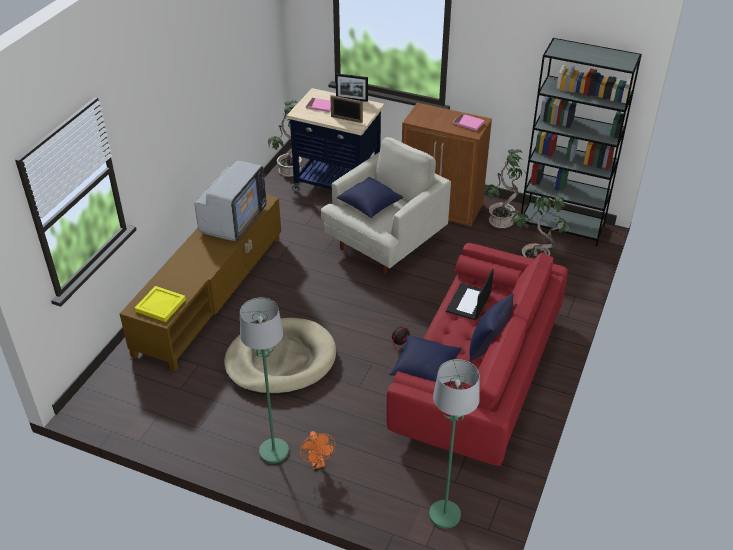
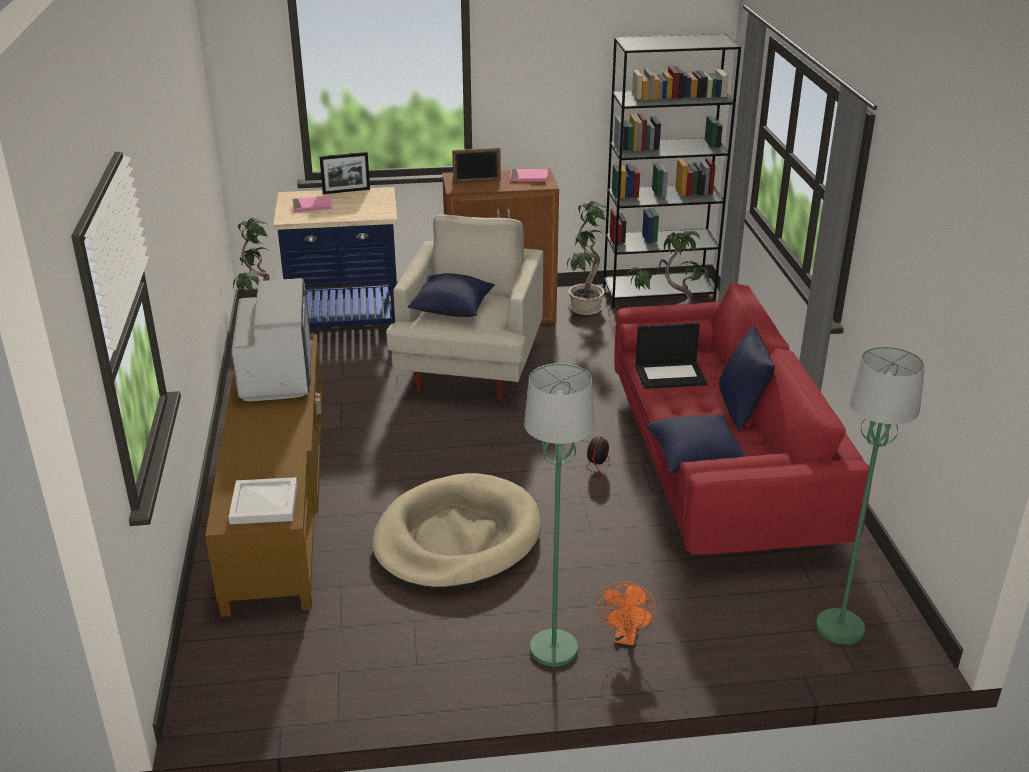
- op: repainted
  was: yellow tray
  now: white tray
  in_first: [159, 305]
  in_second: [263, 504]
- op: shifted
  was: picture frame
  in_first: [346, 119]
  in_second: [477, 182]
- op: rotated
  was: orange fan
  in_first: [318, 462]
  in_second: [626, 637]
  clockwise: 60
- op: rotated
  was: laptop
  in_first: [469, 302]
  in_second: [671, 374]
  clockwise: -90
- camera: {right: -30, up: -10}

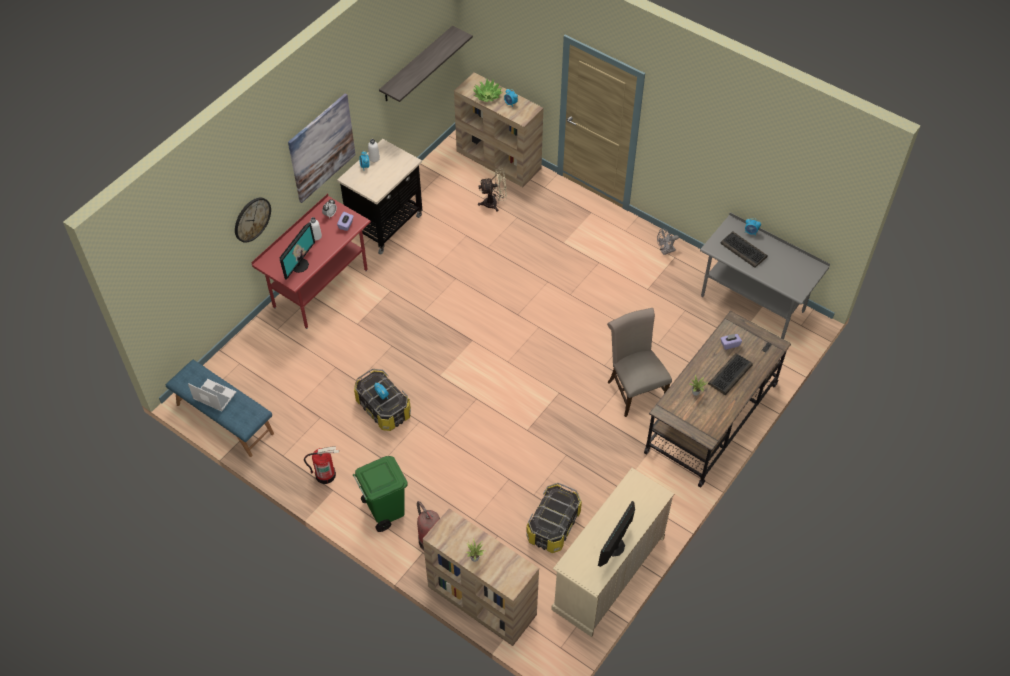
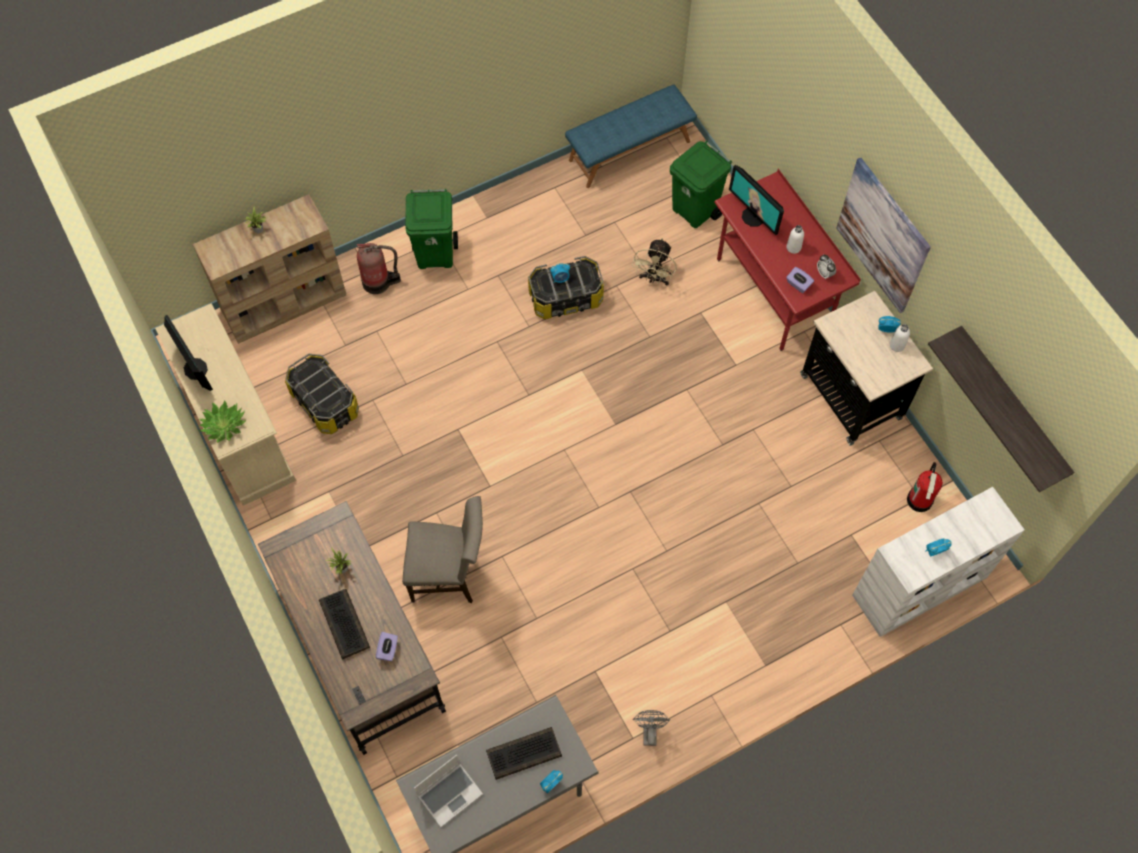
- op: shifted
  was: potted plant
  in_first: [487, 95]
  in_second: [224, 425]
- op: shifted
  was: laptop
  in_first: [214, 396]
  in_second: [450, 793]
- op: shifted
  was: beige fan
  in_first: [494, 203]
  in_second: [654, 278]
- op: new
  now: green trash can
  in_second: [695, 211]
- op: repainted
  was: brown bookcase
  now: white bookcase
  in_first: [499, 159]
  in_second: [920, 587]
- op: shifted
  was: fire extinguisher
  in_first: [325, 474]
  in_second: [920, 500]
- op: gone
  was: wall clock
  in_first: [252, 219]
- camera: {right: 115, up: 10}

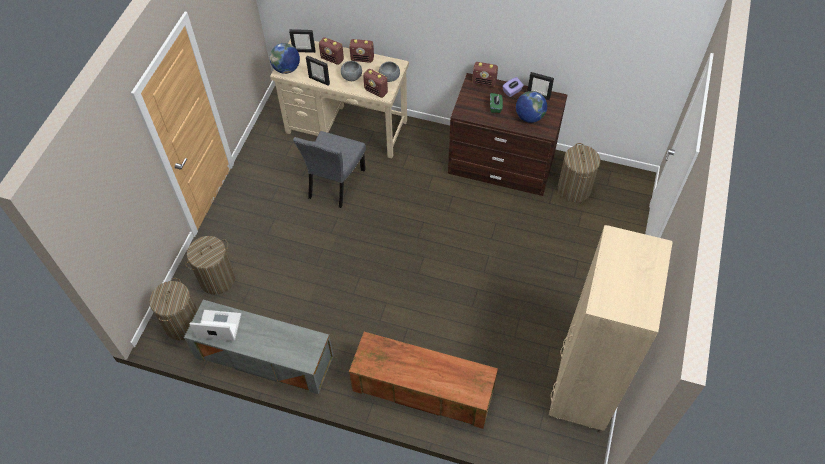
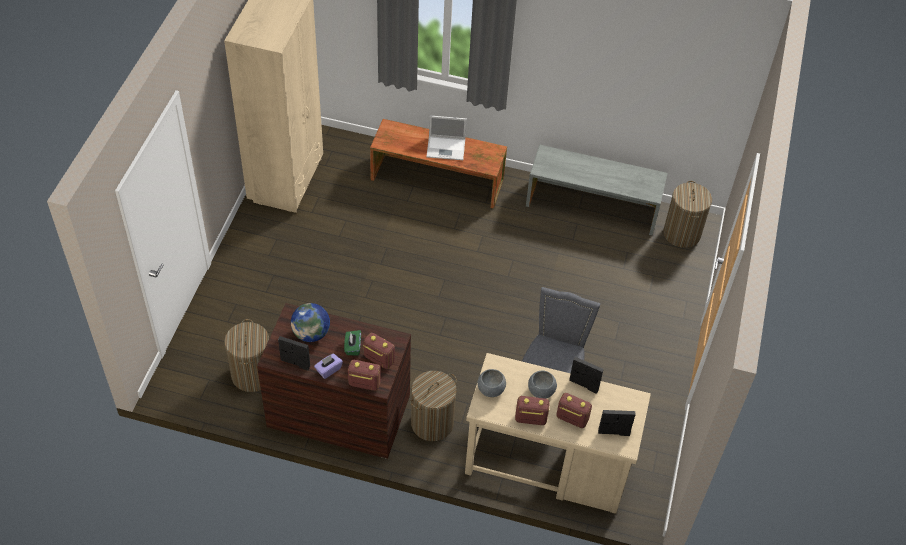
- op: shifted
  was: radio
  in_first: [376, 91]
  in_second: [378, 359]
- op: shifted
  was: laundry basket
  in_first: [217, 279]
  in_second: [432, 423]
- op: shifted
  was: laptop
  in_first: [218, 326]
  in_second: [446, 148]
- op: gone
  was: globe
  in_first: [286, 69]
- camera: {right: 175, up: -5}

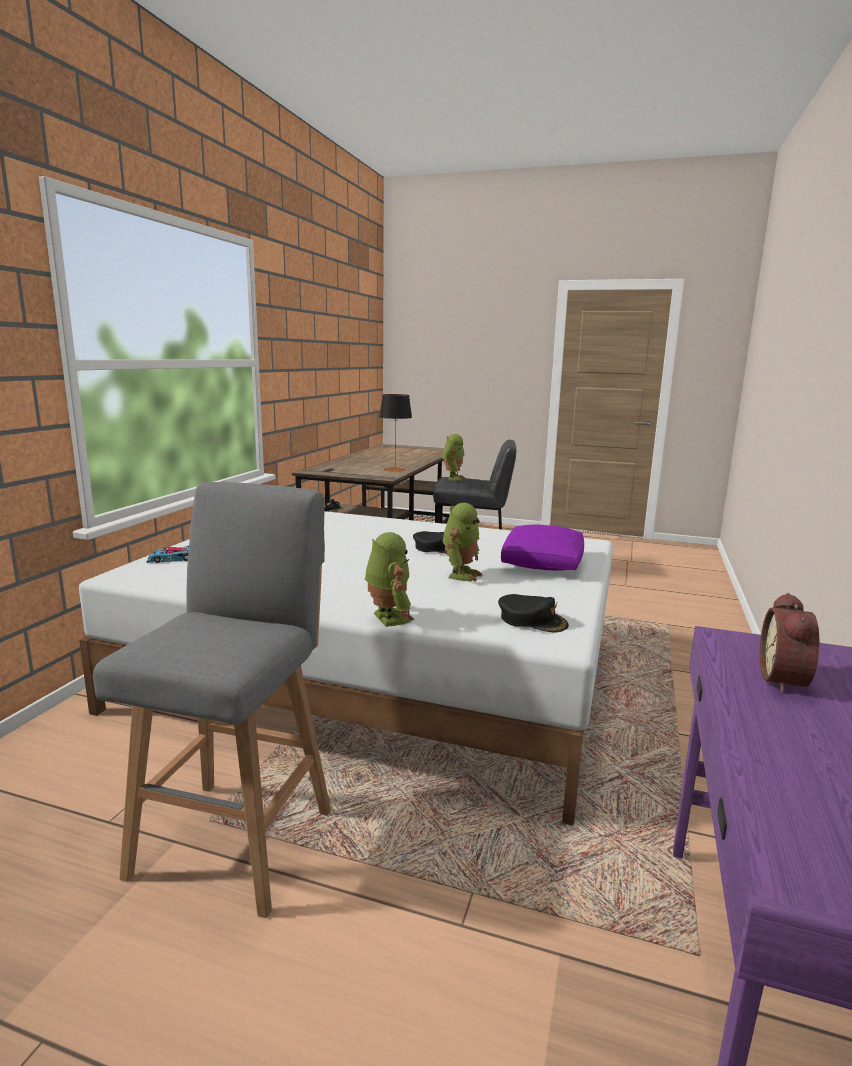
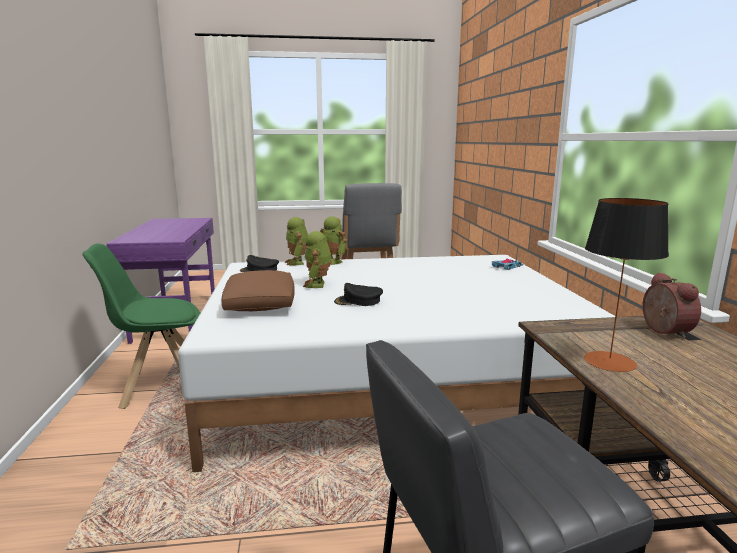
- op: new
  now: green chair
  in_second: [159, 387]
- op: repainted
  was: purple pillow
  now: brown pillow
  in_first: [542, 562]
  in_second: [260, 304]
- op: shifted
  was: toy robot
  in_first: [453, 478]
  in_second: [297, 262]
- op: shifted
  was: alarm clock
  in_first: [787, 681]
  in_second: [663, 331]
- camera: {right: 155, up: 0}

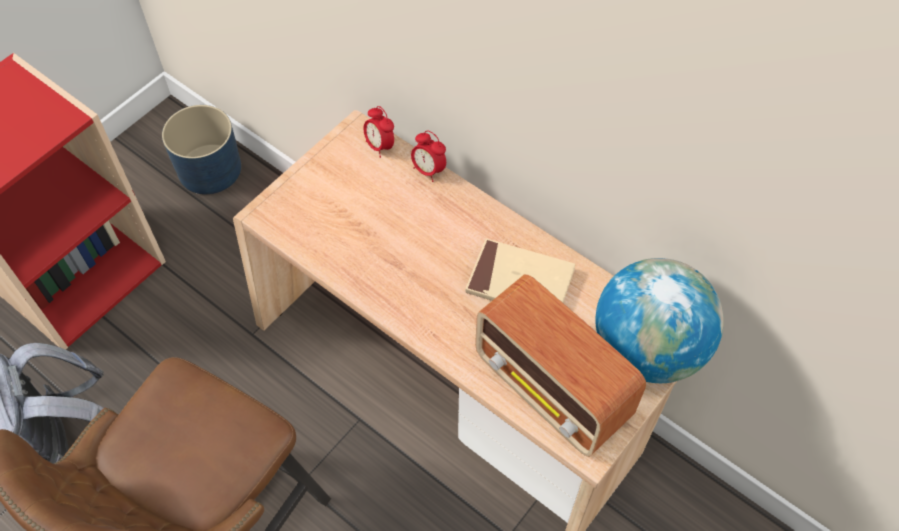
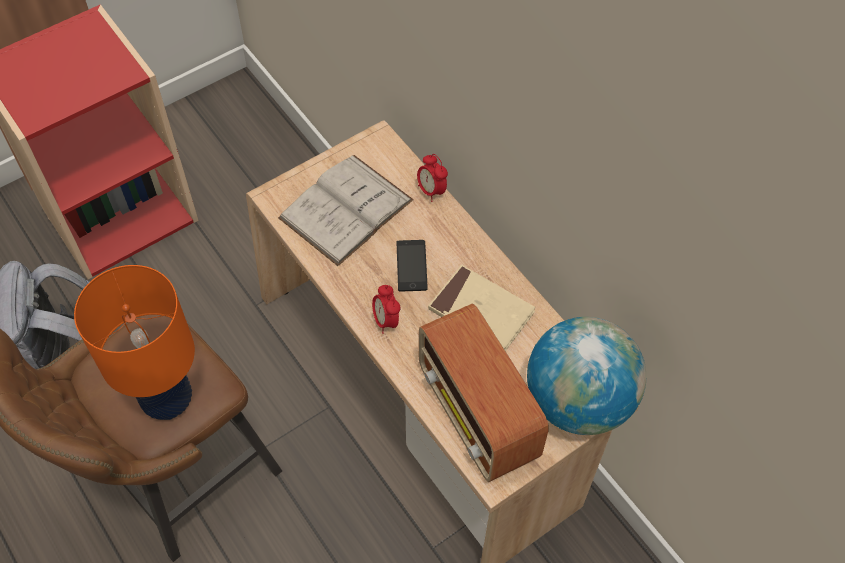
- op: new
  now: orange table lamp
  in_second: [167, 400]
- op: new
  now: white book
  in_second: [346, 209]
- op: shifted
  was: alarm clock
  in_first: [380, 146]
  in_second: [386, 320]
- op: new
  now: phone
  in_second: [411, 266]
- op: gone
  was: blue planter
  in_first: [210, 169]
- camera: {right: 15, up: 0}

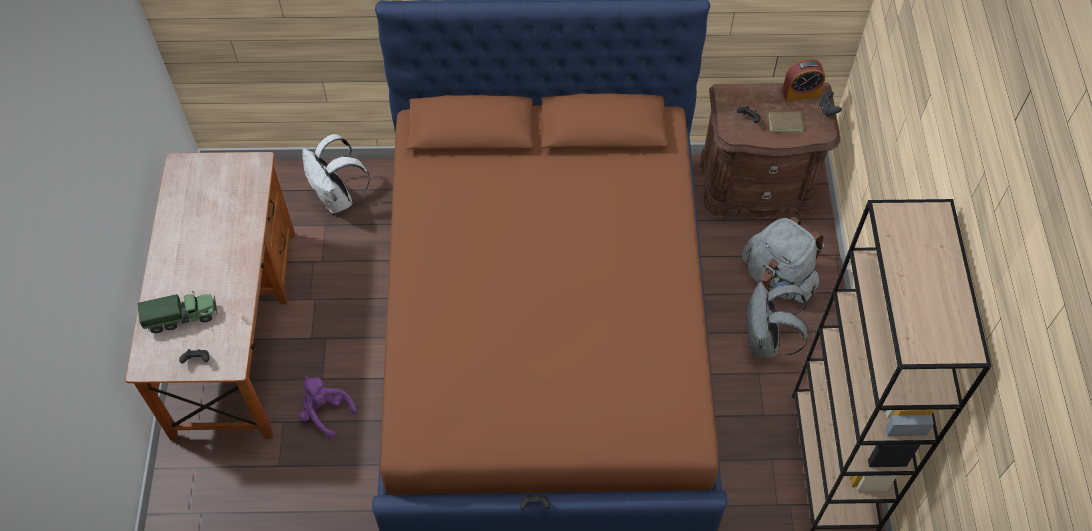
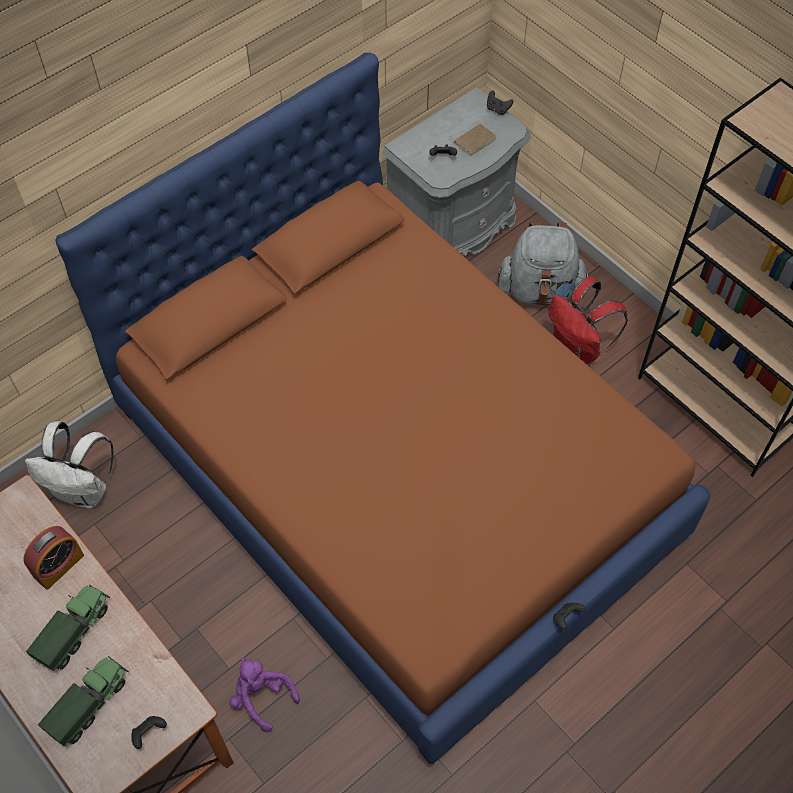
- op: shifted
  was: alarm clock
  in_first: [801, 93]
  in_second: [59, 566]
- op: new
  now: toy truck
  in_second: [74, 632]
- op: rotated
  was: purple plush toy
  in_first: [325, 412]
  in_second: [262, 697]
  clockwise: 45
- op: repainted
  was: brown nightstand
  now: grey nightstand
  in_first: [758, 189]
  in_second: [455, 227]
- op: repainted
  was: grey backpack
  now: red backpack
  in_first: [765, 342]
  in_second: [578, 349]
- camera: {right: -40, up: 0}

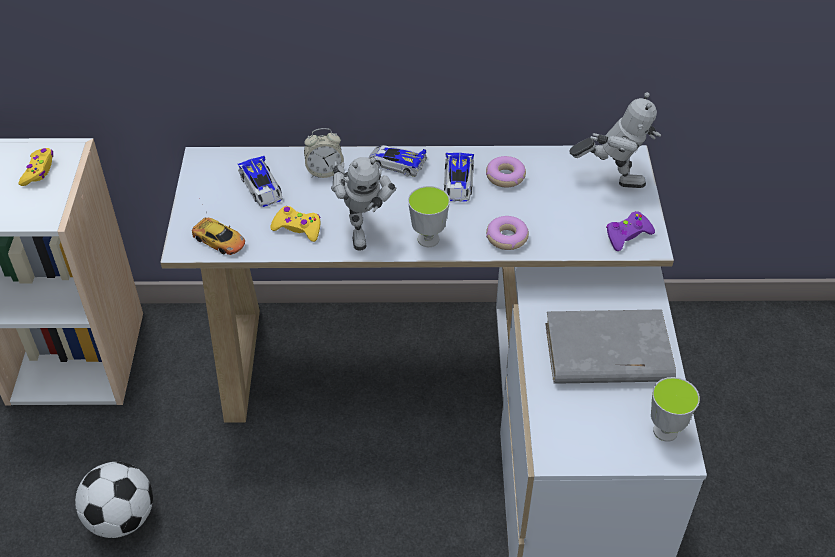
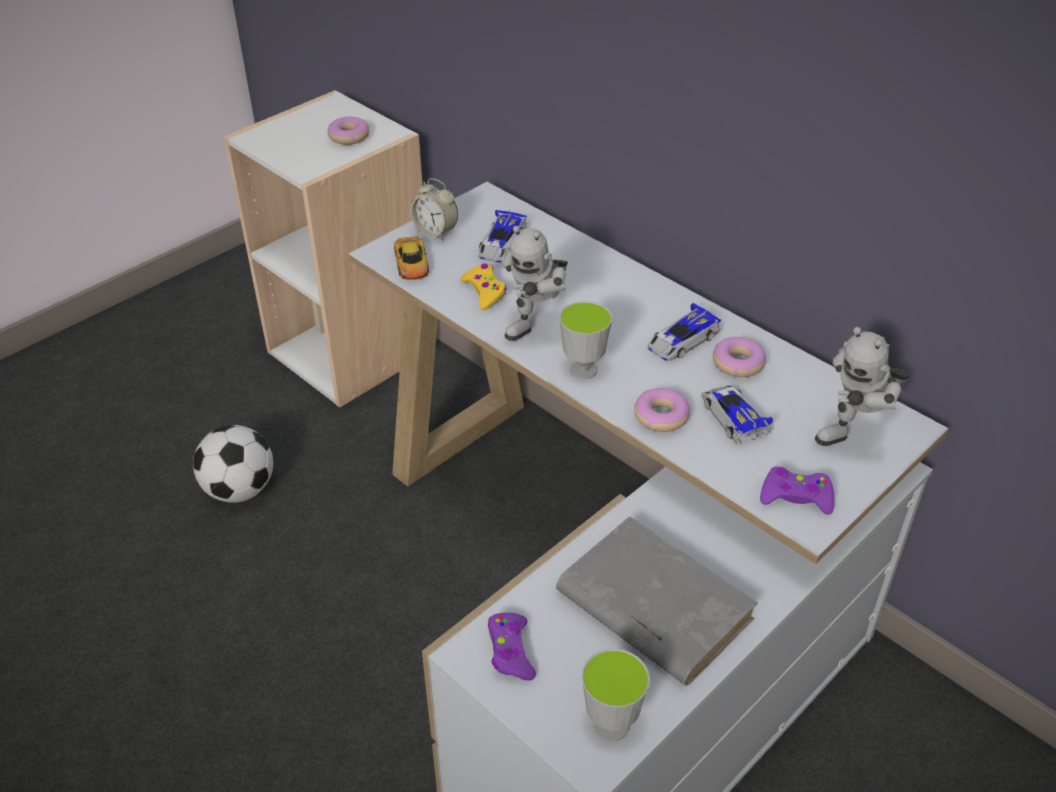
- op: swapped
  was: yellow game controller
  now: donut
  in_first: [38, 171]
  in_second: [349, 136]
- op: shifted
  was: alarm clock
  in_first: [324, 171]
  in_second: [435, 232]
- op: new
  now: purple game controller
  in_second: [510, 651]
- op: shifted
  was: toy car
  in_first: [396, 163]
  in_second: [733, 416]
- op: rotated
  was: toy robot
  in_first: [612, 178]
  in_second: [856, 434]
  clockwise: 90
- camera: {right: 45, up: -5}

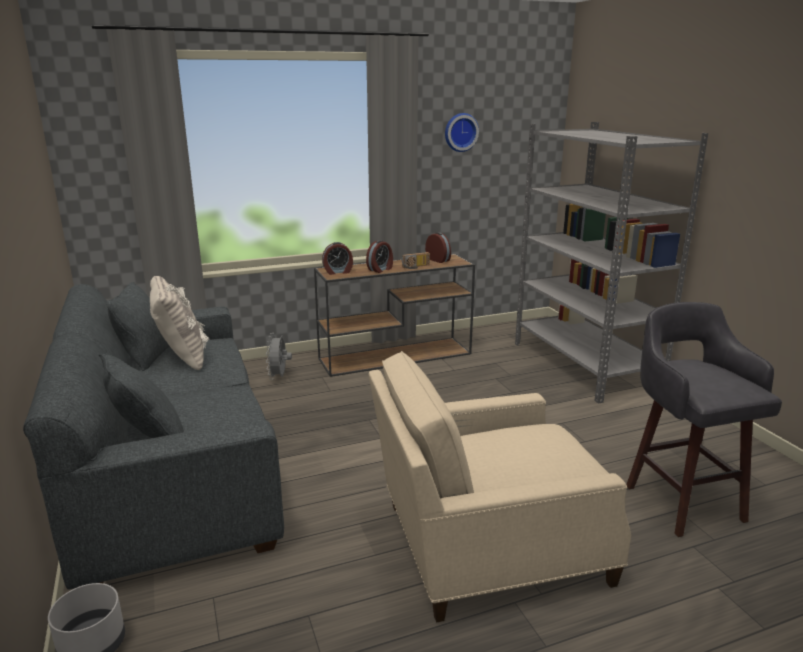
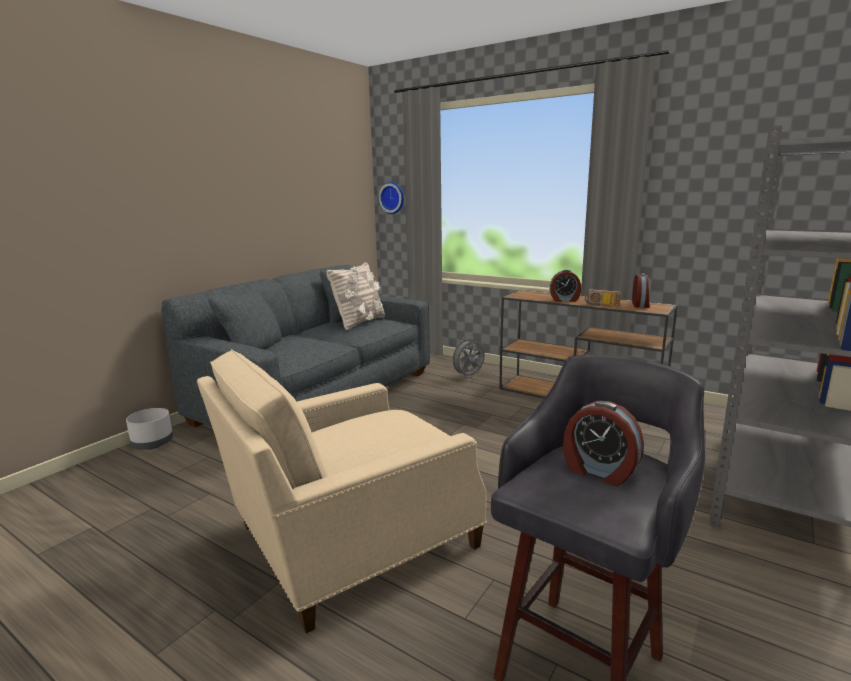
- op: rotated
  was: beige armchair
  in_first: [487, 544]
  in_second: [350, 538]
  clockwise: -75
- op: shifted
  was: wall clock
  in_first: [460, 132]
  in_second: [393, 198]
- op: shifted
  was: alarm clock
  in_first: [338, 272]
  in_second: [599, 471]
- camera: {right: 55, up: -5}

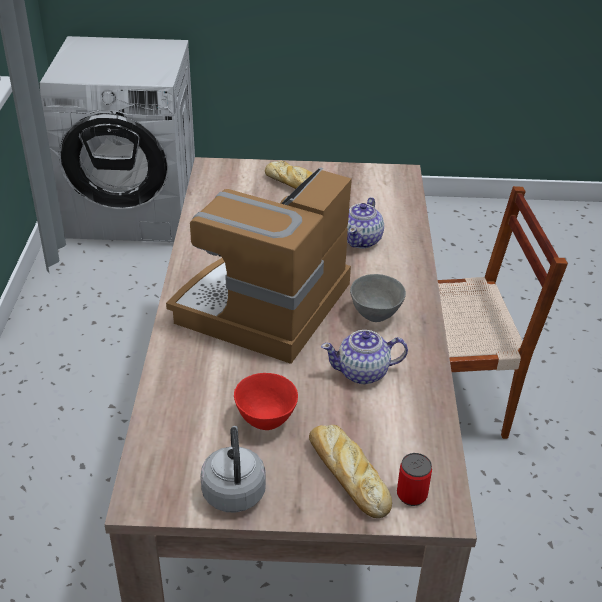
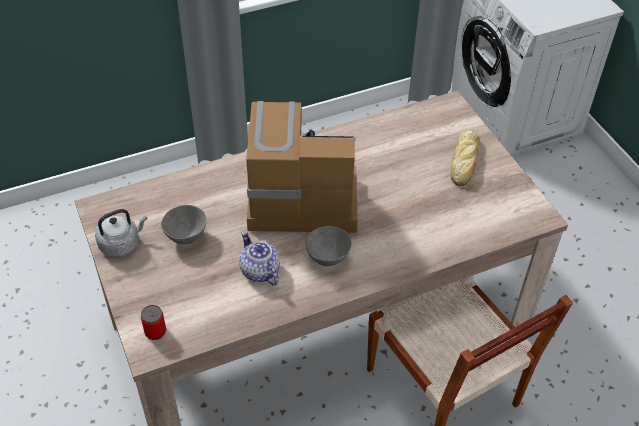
- op: repainted
  was: red bowl
  now: grey bowl
  in_first: [266, 421]
  in_second: [186, 238]
- op: gone
  was: bread
  in_first: [346, 474]
- op: gone
  was: teapot
  in_first: [361, 240]
- camera: {right: 65, up: 10}

